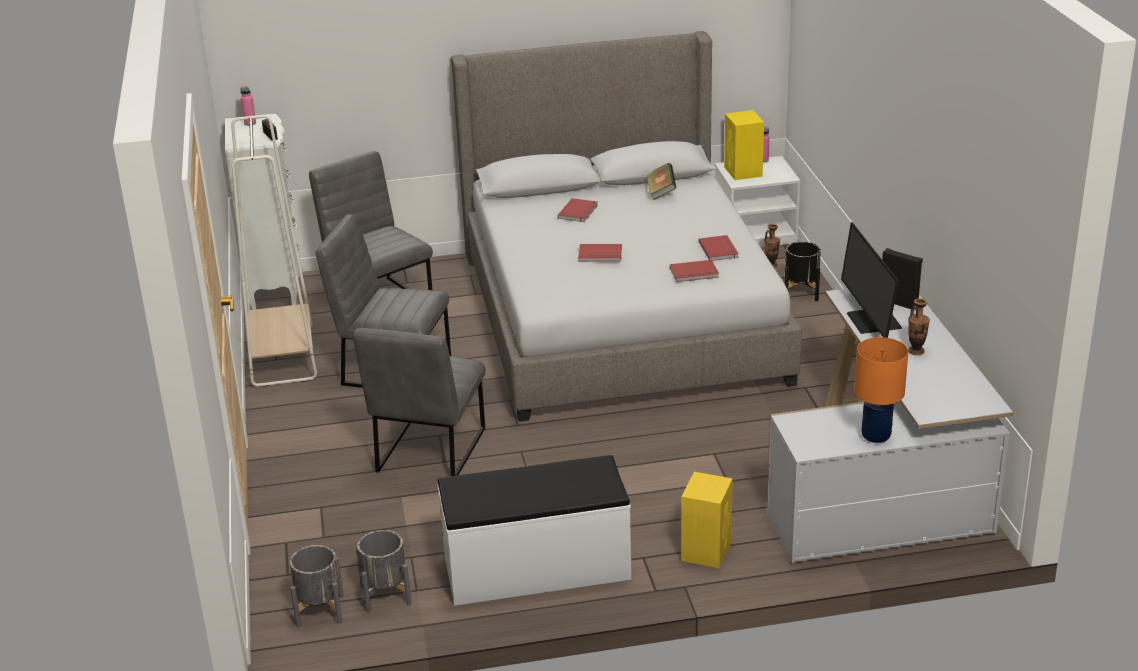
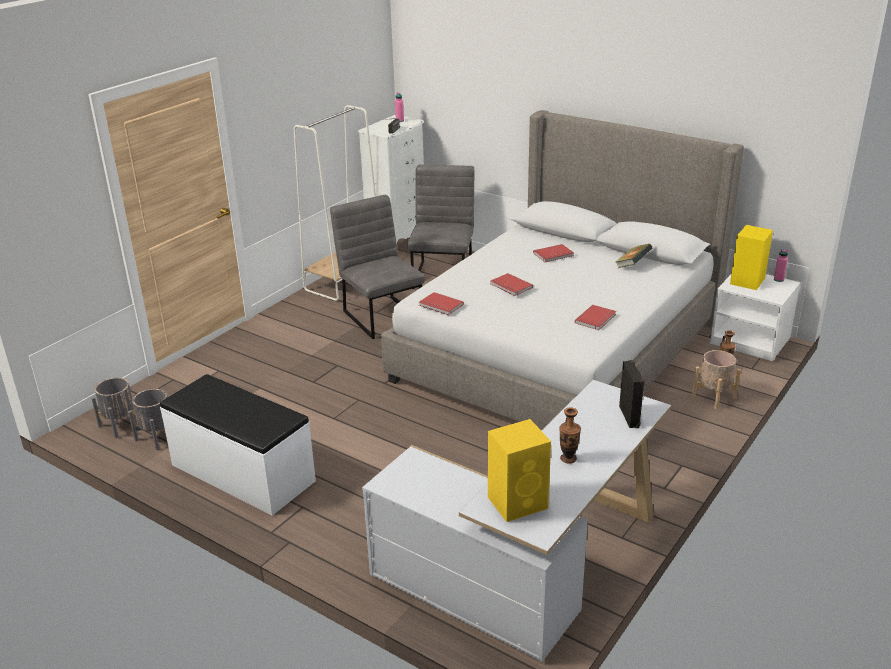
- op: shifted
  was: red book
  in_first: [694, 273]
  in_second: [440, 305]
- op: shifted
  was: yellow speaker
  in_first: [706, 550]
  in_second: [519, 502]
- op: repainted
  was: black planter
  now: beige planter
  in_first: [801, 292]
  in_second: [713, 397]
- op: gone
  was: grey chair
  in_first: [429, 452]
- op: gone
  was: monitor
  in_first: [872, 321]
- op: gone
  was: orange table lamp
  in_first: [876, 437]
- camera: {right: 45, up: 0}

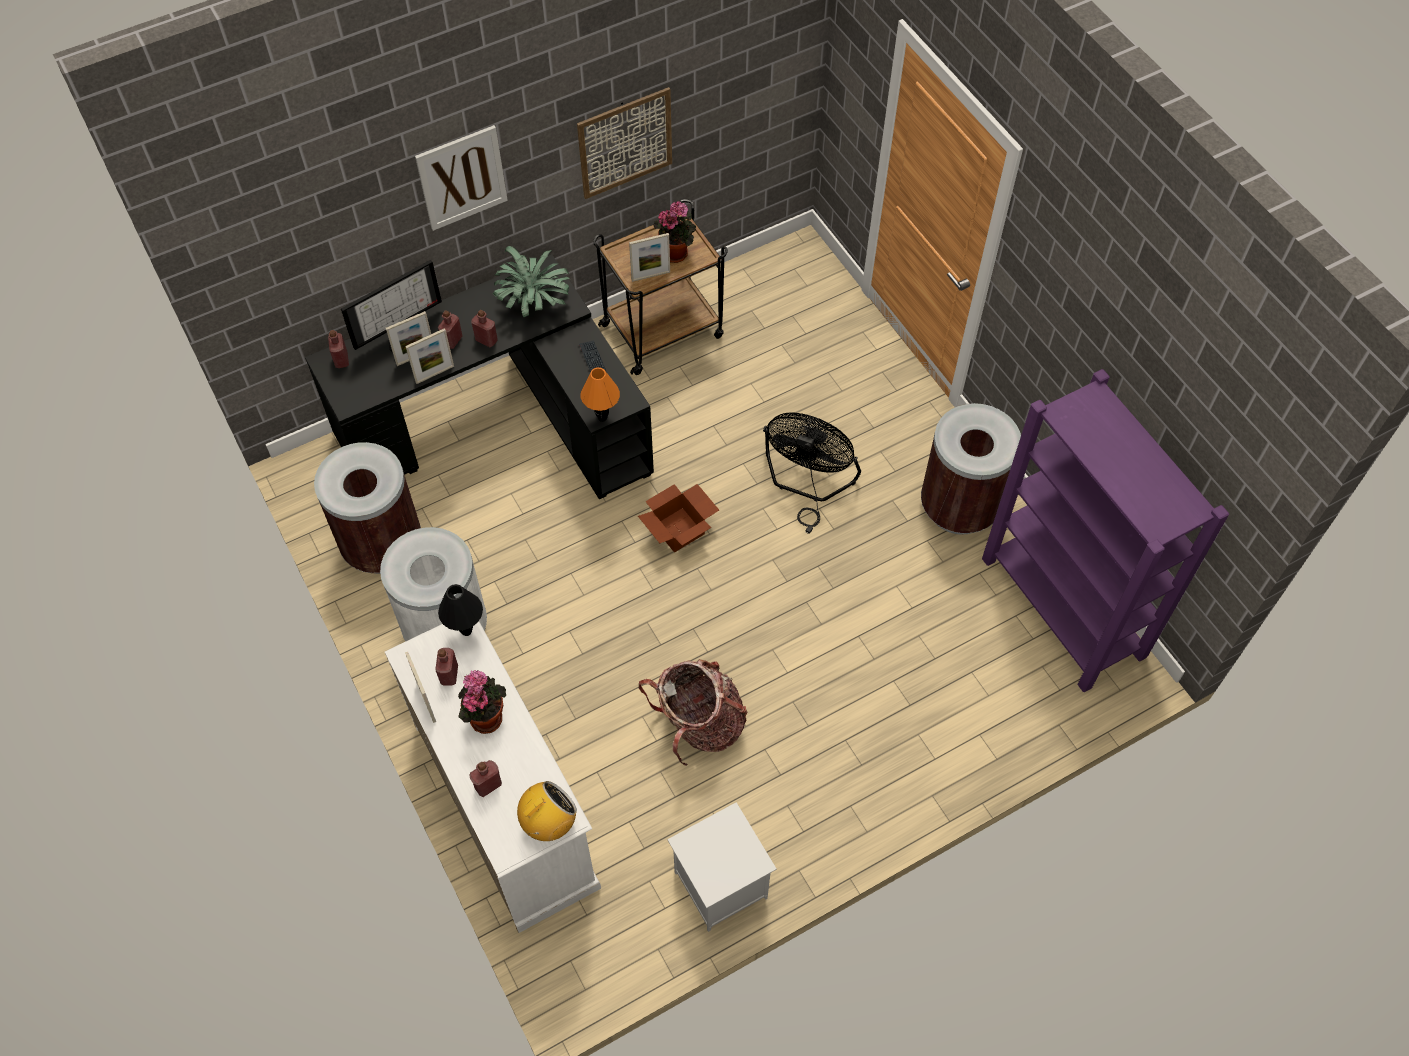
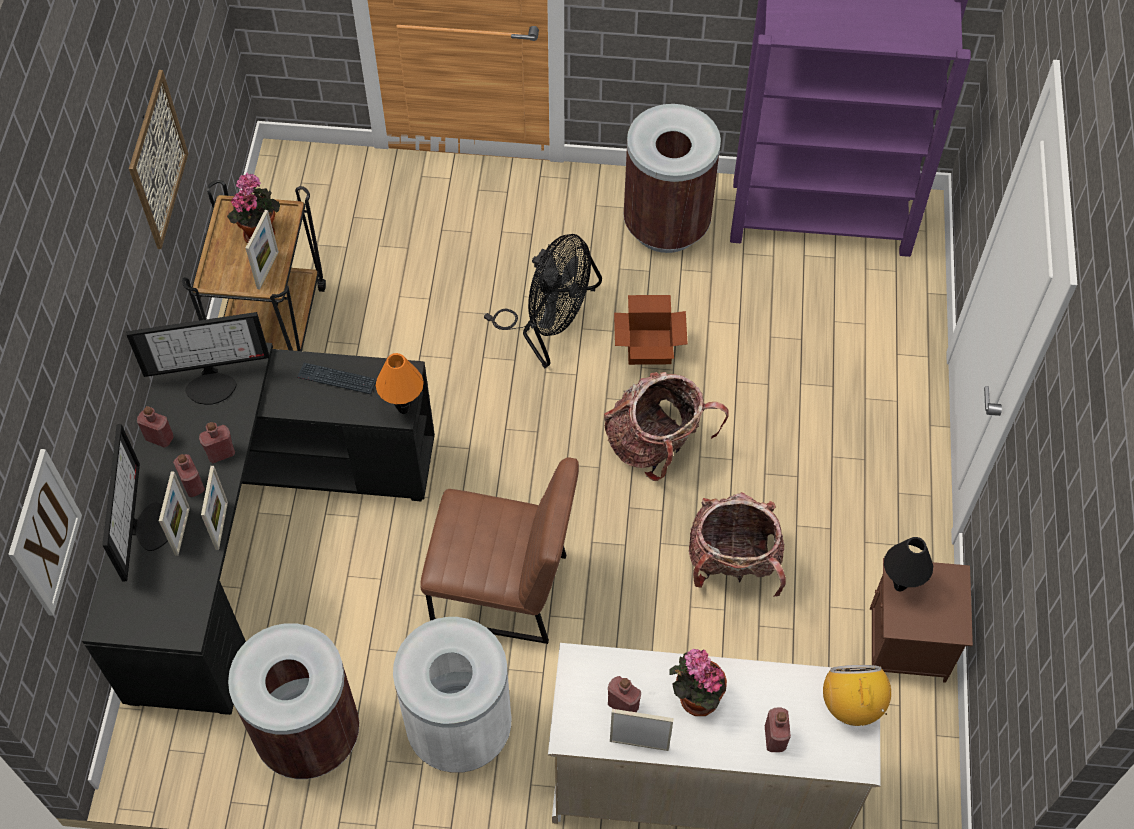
- op: shifted
  was: picture
  in_first: [462, 177]
  in_second: [44, 533]
- op: swapped
  was: potted plant
  now: monitor
  in_first: [534, 301]
  in_second: [211, 383]
- op: shifted
  was: red bottle
  in_first: [341, 360]
  in_second: [159, 438]
- op: new
  now: brown chair
  in_second: [503, 590]
- op: rotated
  was: black fan
  in_first: [806, 484]
  in_second: [548, 322]
  clockwise: 150
- op: new
  now: backpack
  in_second: [656, 444]
- op: shifted
  was: cardboard box
  in_first: [680, 530]
  in_second: [650, 345]
- op: repainted
  was: grey nightstand
  now: brown nightstand
  in_first: [720, 888]
  in_second: [909, 646]
- op: shifted
  was: black table lamp
  in_first: [466, 632]
  in_second: [900, 586]
- camera: {right: -55, up: 0}

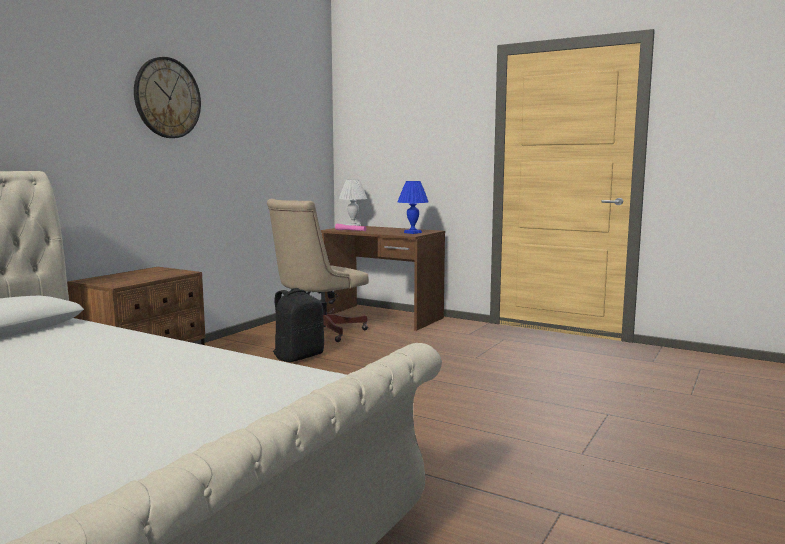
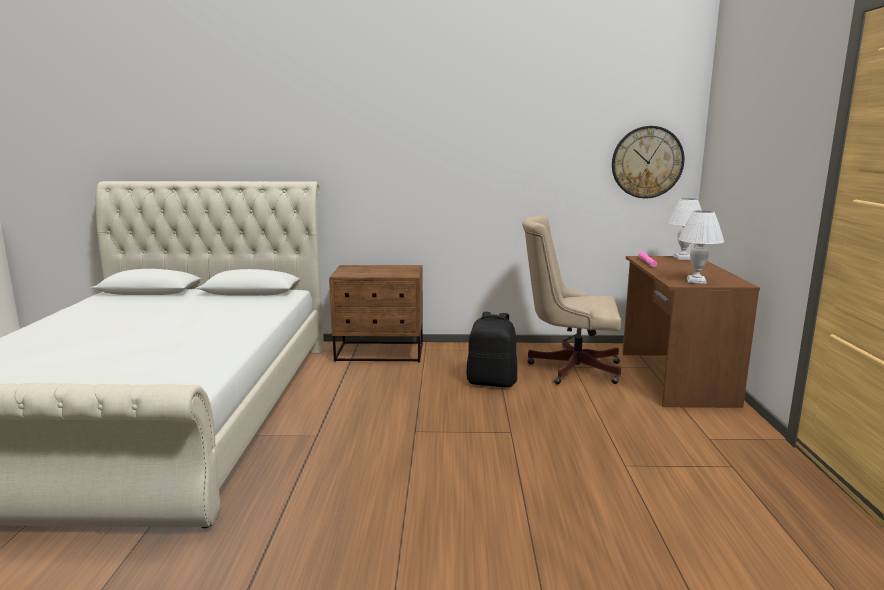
- op: shifted
  was: wall clock
  in_first: [167, 98]
  in_second: [647, 162]
- op: repainted
  was: blue table lamp
  now: white table lamp
  in_first: [412, 233]
  in_second: [695, 281]
- camera: {right: 60, up: 5}

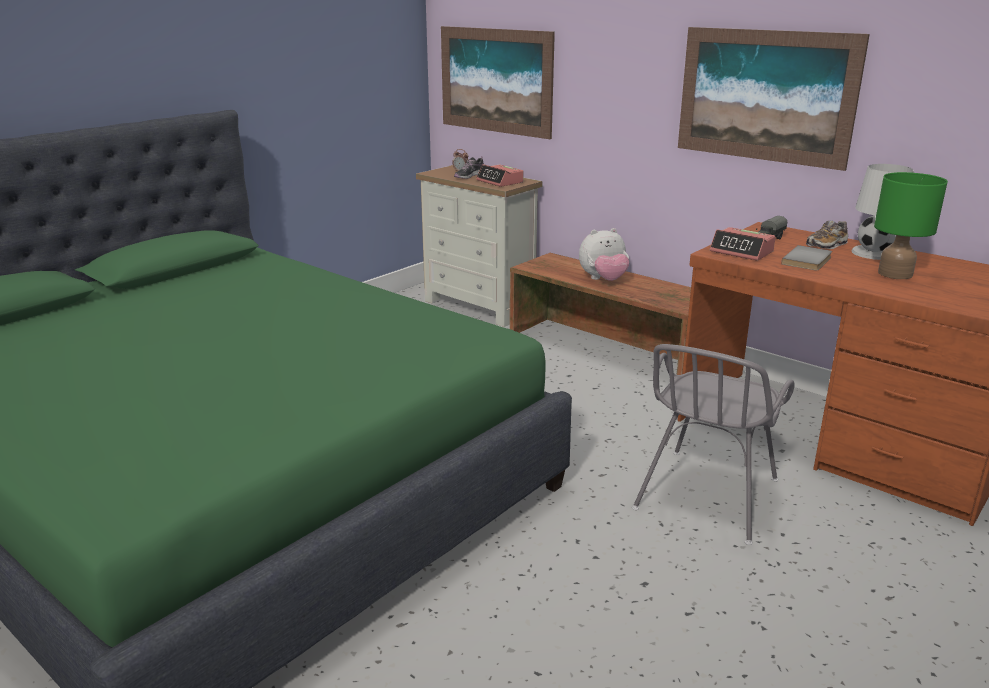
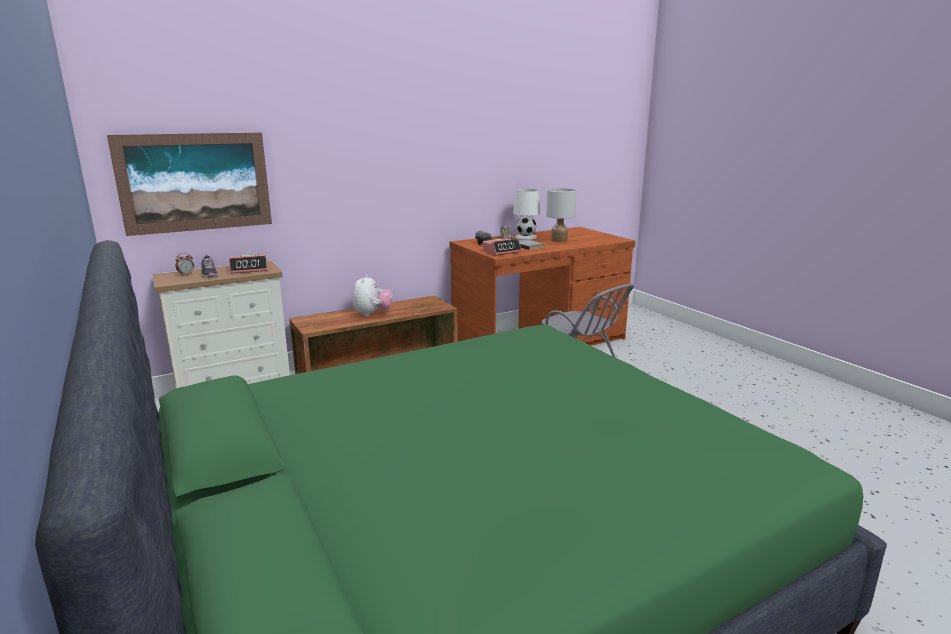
- op: repainted
  was: green table lamp
  now: grey table lamp
  in_first: [895, 274]
  in_second: [559, 240]
- op: gone
  was: picture
  in_first: [765, 96]
- camera: {right: -70, up: -5}

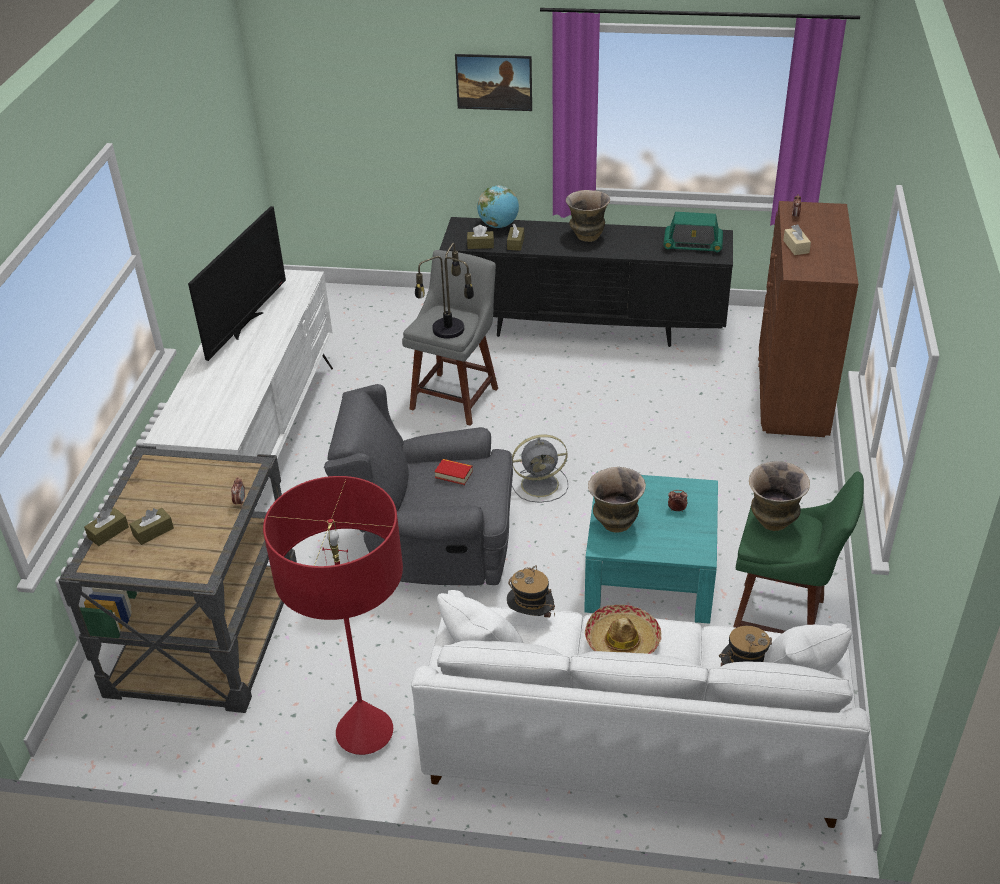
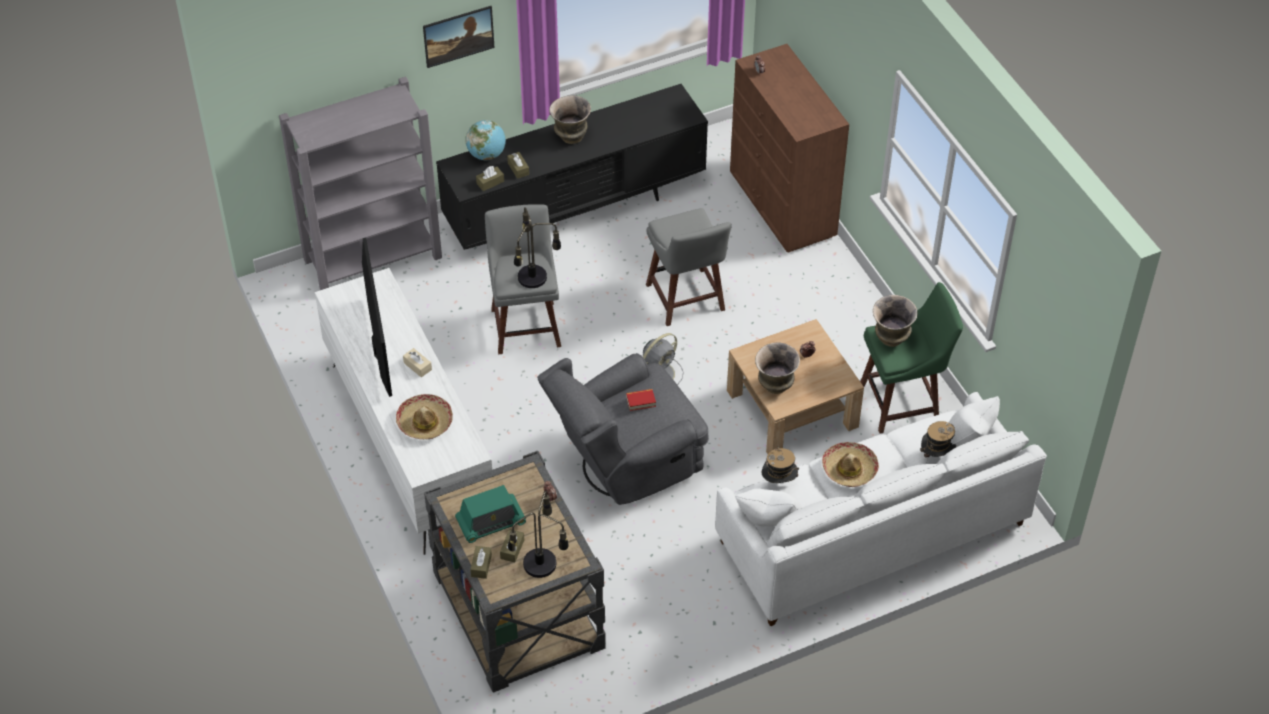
- op: new
  now: grey bookcase
  in_second: [373, 258]
- op: new
  now: hat
  in_second: [425, 422]
- op: shifted
  was: beige tissue box
  in_first: [796, 247]
  in_second: [417, 366]
- op: shifted
  was: radio
  in_first: [692, 245]
  in_second: [491, 522]
- op: new
  now: table lamp
  in_second: [540, 564]
- op: new
  now: grey stool
  in_second: [686, 300]
- op: repainted
  was: turquoise coffee table
  now: brown coffee table
  in_first: [650, 573]
  in_second: [792, 408]
- op: gone
  was: red floor lamp
  in_first: [365, 735]
- camera: {right: -35, up: 10}

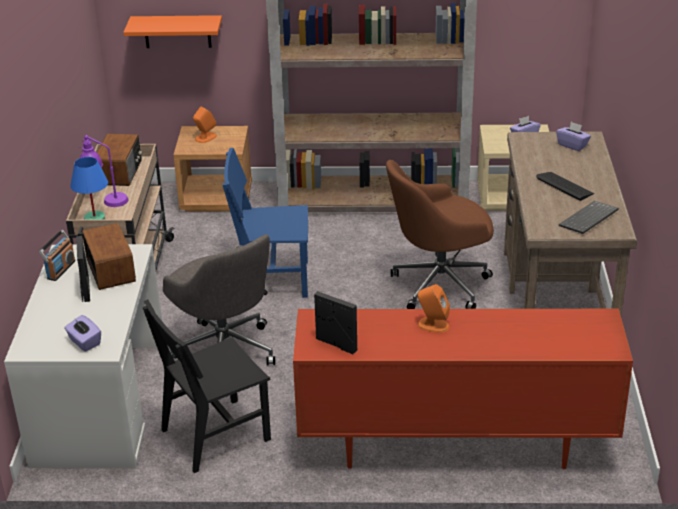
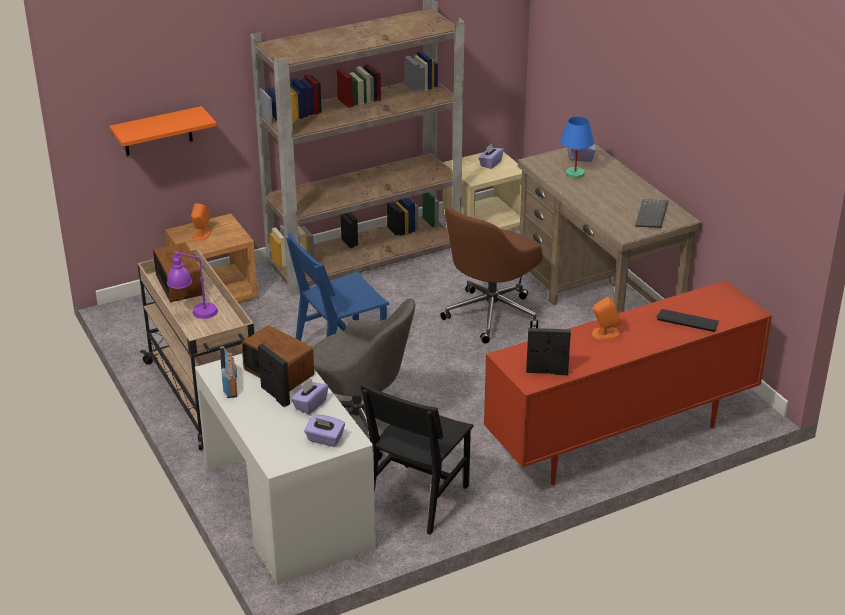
- op: new
  now: purple tissue box
  in_second: [310, 405]
- op: shifted
  was: blue table lamp
  in_first: [94, 218]
  in_second: [574, 174]
- op: shifted
  was: keyboard
  in_first: [564, 186]
  in_second: [687, 321]
- camera: {right: -30, up: 0}

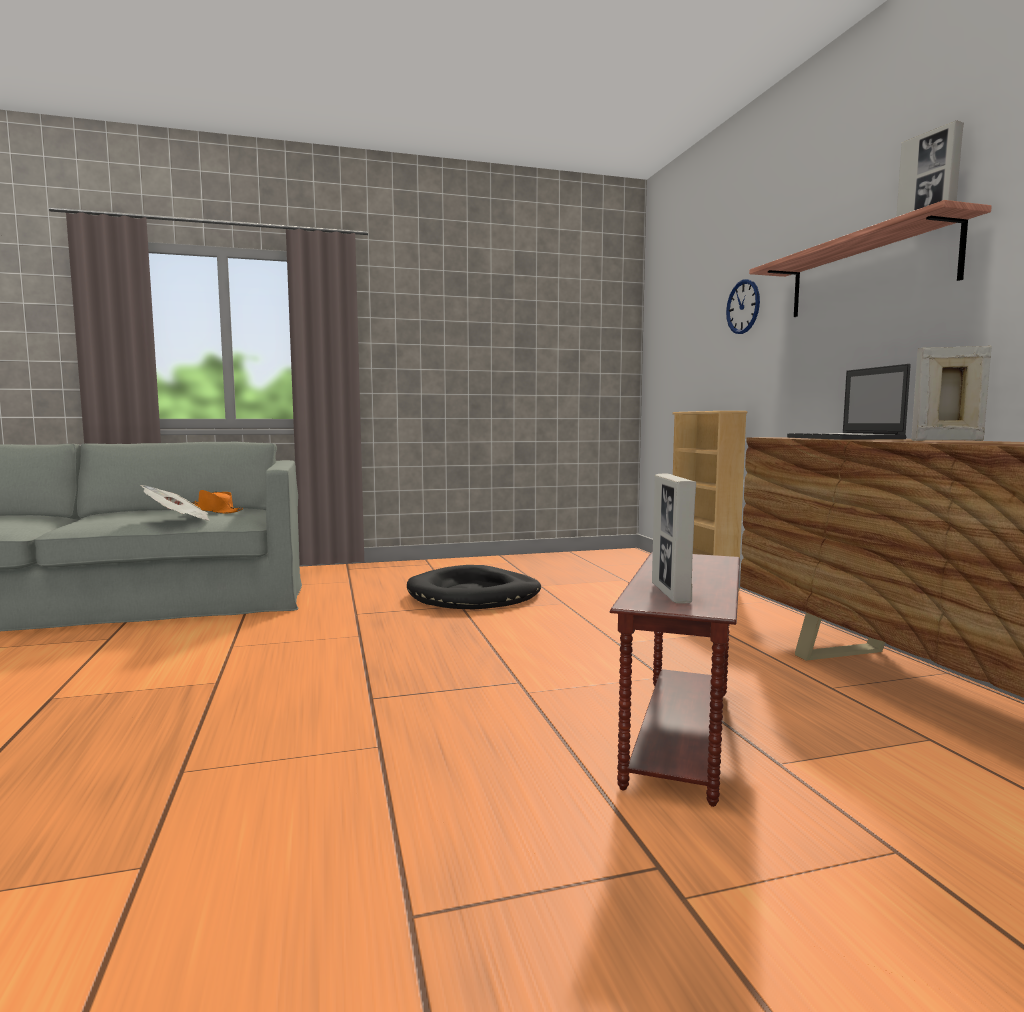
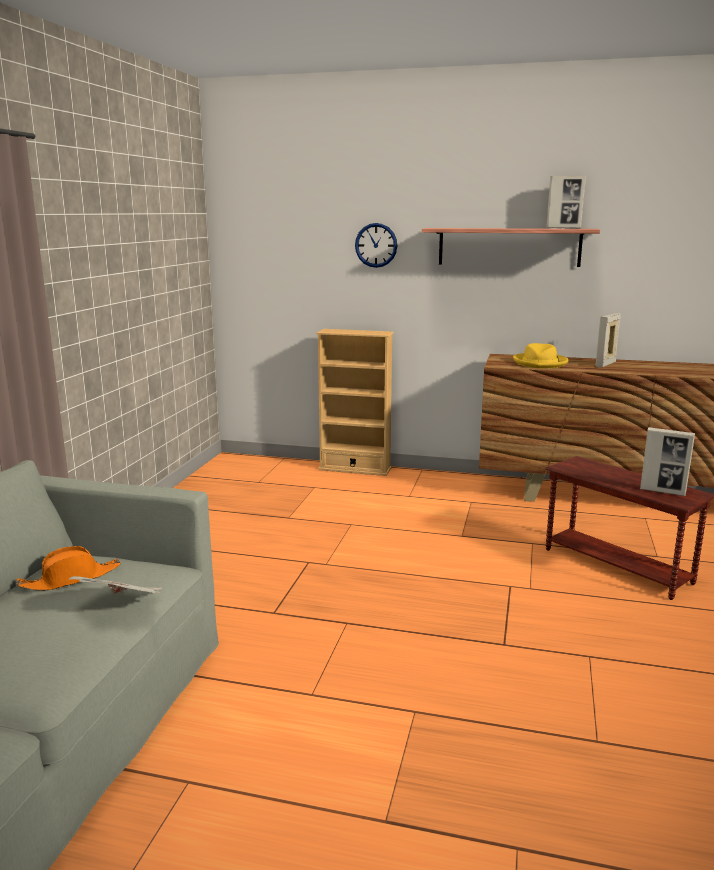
- op: swapped
  was: laptop
  now: yellow hat
  in_first: [844, 438]
  in_second: [540, 363]
- op: gone
  was: black dog bed
  in_first: [474, 595]
- camera: {right: -60, up: 10}

